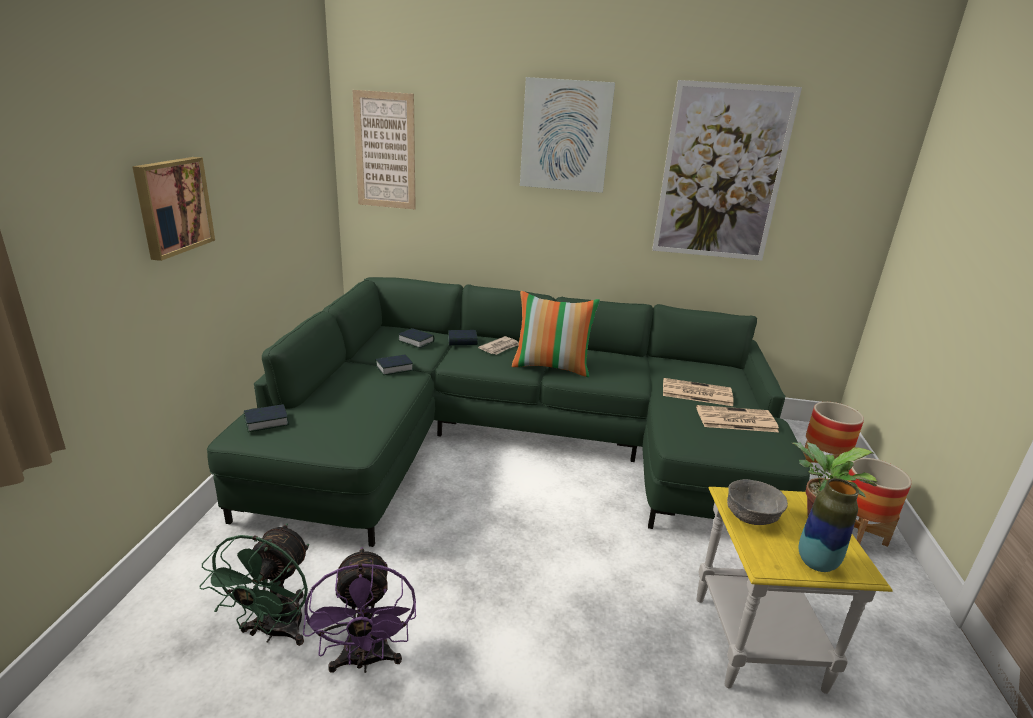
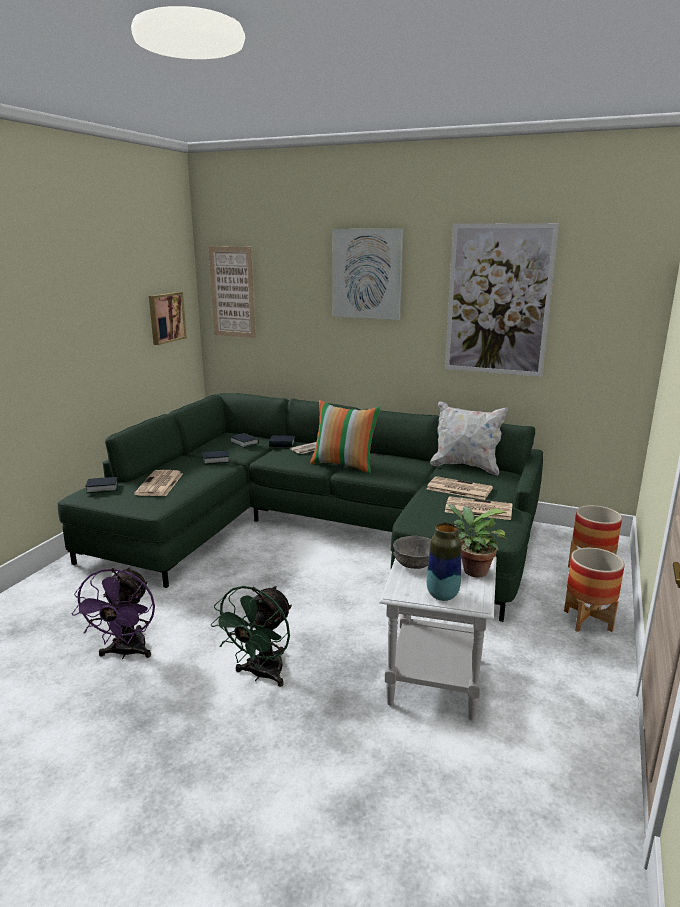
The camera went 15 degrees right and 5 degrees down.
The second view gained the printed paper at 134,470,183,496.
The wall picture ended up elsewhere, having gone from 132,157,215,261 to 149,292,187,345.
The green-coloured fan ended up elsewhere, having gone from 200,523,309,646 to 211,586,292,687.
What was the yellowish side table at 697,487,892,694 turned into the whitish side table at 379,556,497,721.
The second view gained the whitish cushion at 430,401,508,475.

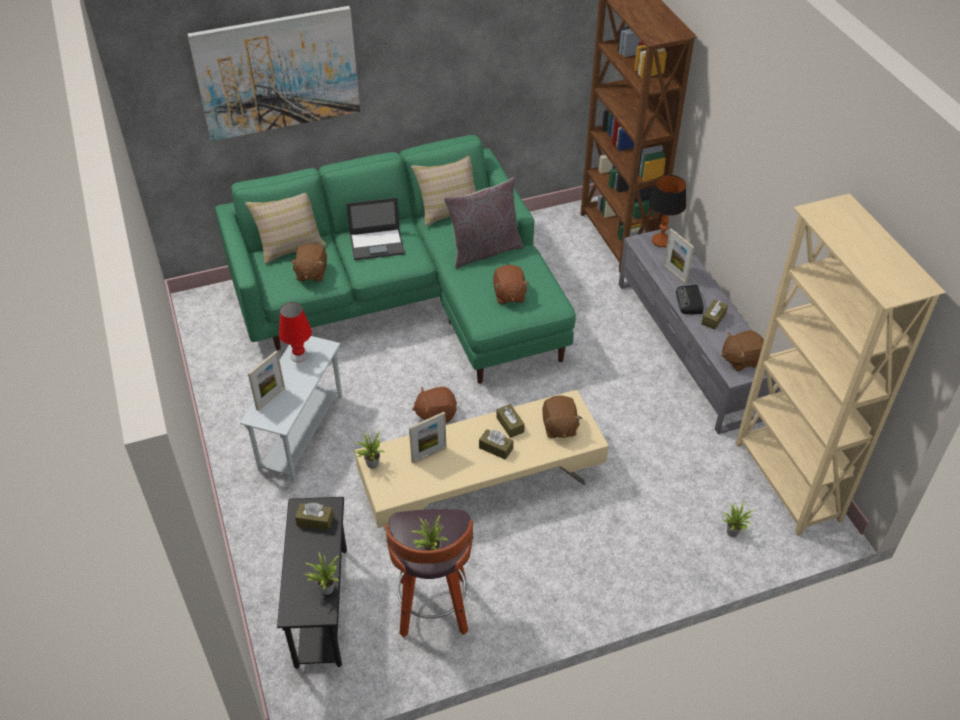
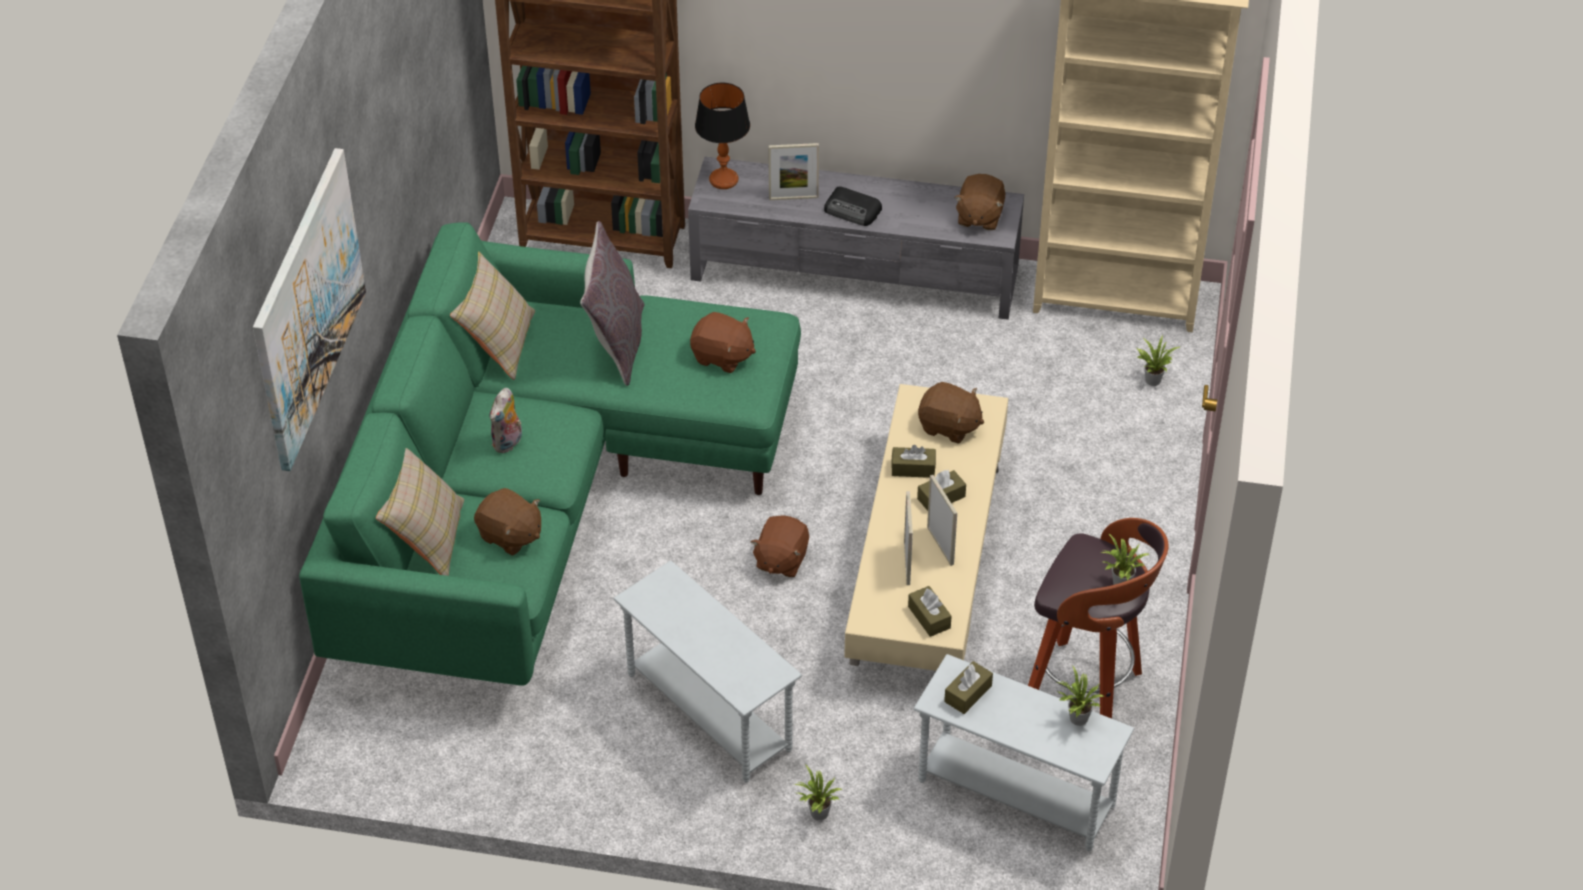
The camera went 60 degrees left and 0 degrees up.
Where the notebook computer stood at 346,197,405,261, the cuddly toy came to stand at 489,388,522,453.
The potted plant ended up elsewhere, having gone from 353,430,385,469 to 794,764,843,821.
The brown box of tissues ended up elsewhere, having gone from 701,300,728,330 to 908,586,951,637.
What was the black-coloured side table at 277,497,347,669 turned into the whitish side table at 914,654,1134,851.
The photo frame ended up elsewhere, having gone from 248,351,285,411 to 927,475,957,566.
The second view lost the red-coloured tabletop lamp at 279,302,312,363.

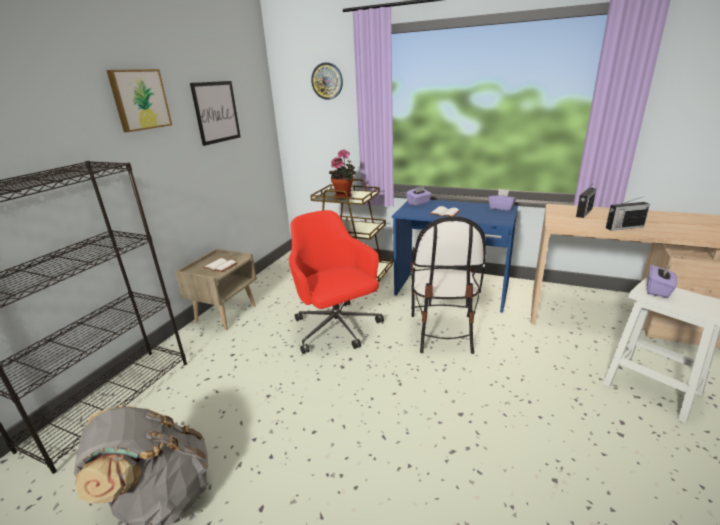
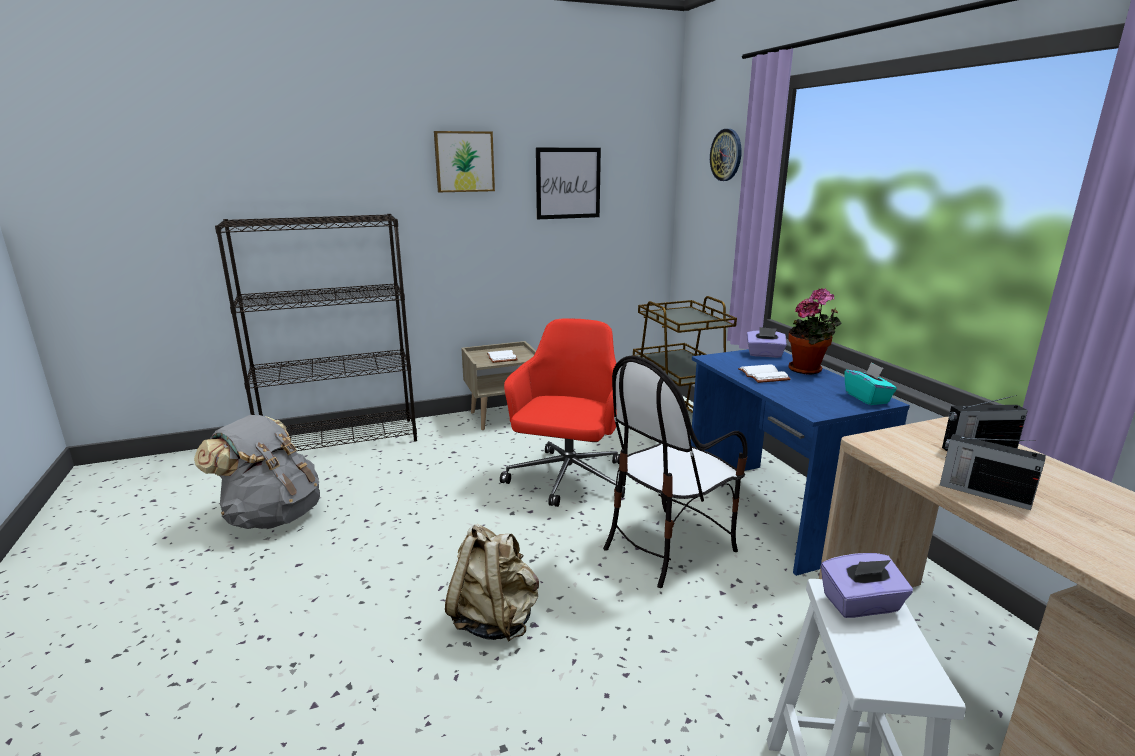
The camera went 45 degrees right and 5 degrees down.
The second view gained the sand-coloured knapsack at 445,524,539,641.
The potted plant ended up elsewhere, having gone from 329,150,356,199 to 788,288,842,375.
What was the purple box of tissues at 488,189,516,211 turned into the turquoise-coloured box of tissues at 844,362,897,405.

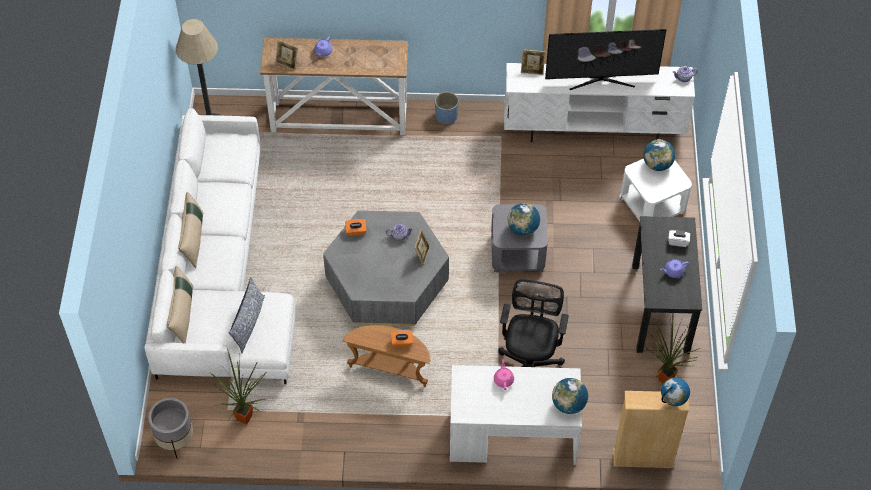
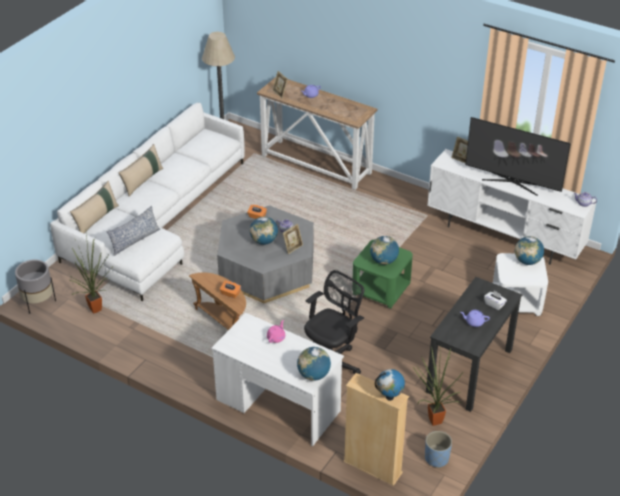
The camera went 30 degrees right and 15 degrees down.
The second view gained the world globe at 250,216,278,245.
What was the gray side table at 491,204,548,272 turned into the green-coloured side table at 352,240,413,309.
The blue-coloured plant pot ended up elsewhere, having gone from 435,92,459,124 to 425,431,452,468.

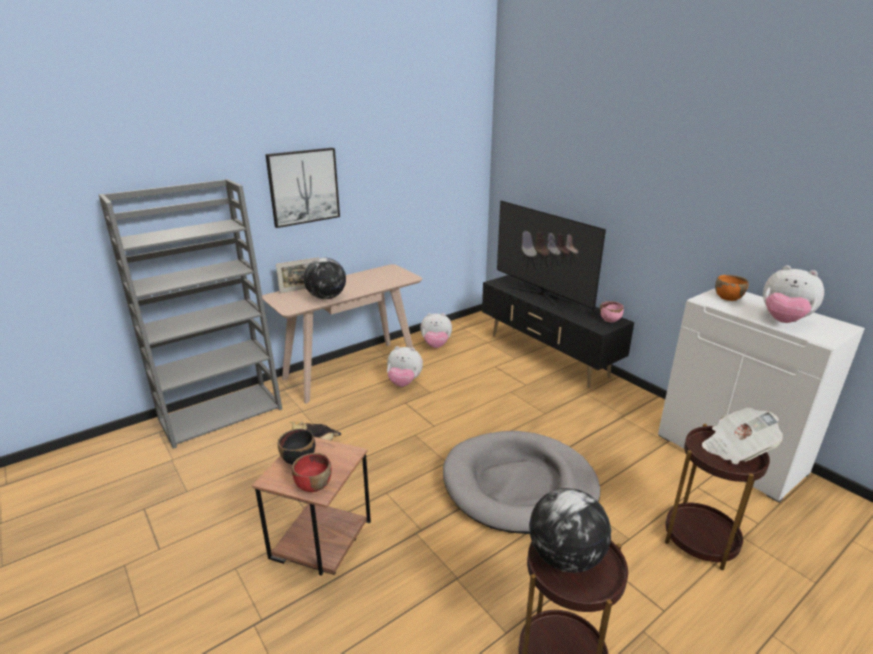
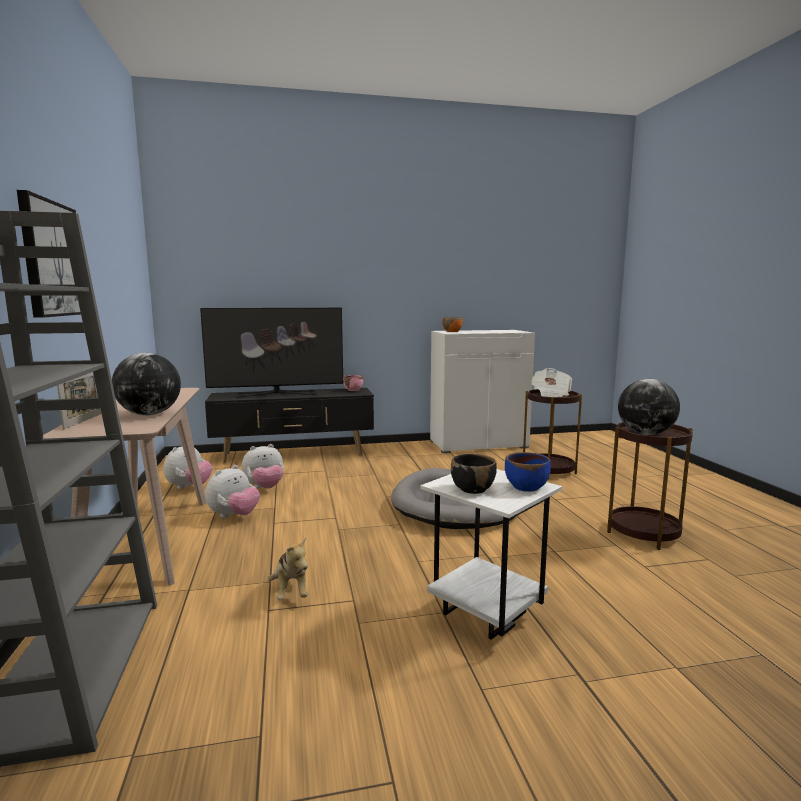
The camera went 65 degrees left and 15 degrees down.
The cuddly toy ended up elsewhere, having gone from 763,265,824,323 to 242,444,284,488.
What was the brown side table at 252,437,371,576 turned into the whitish side table at 421,469,562,640.
What was the red-coloured serving bowl at 292,453,332,492 turned into the blue-coloured serving bowl at 505,452,551,492.

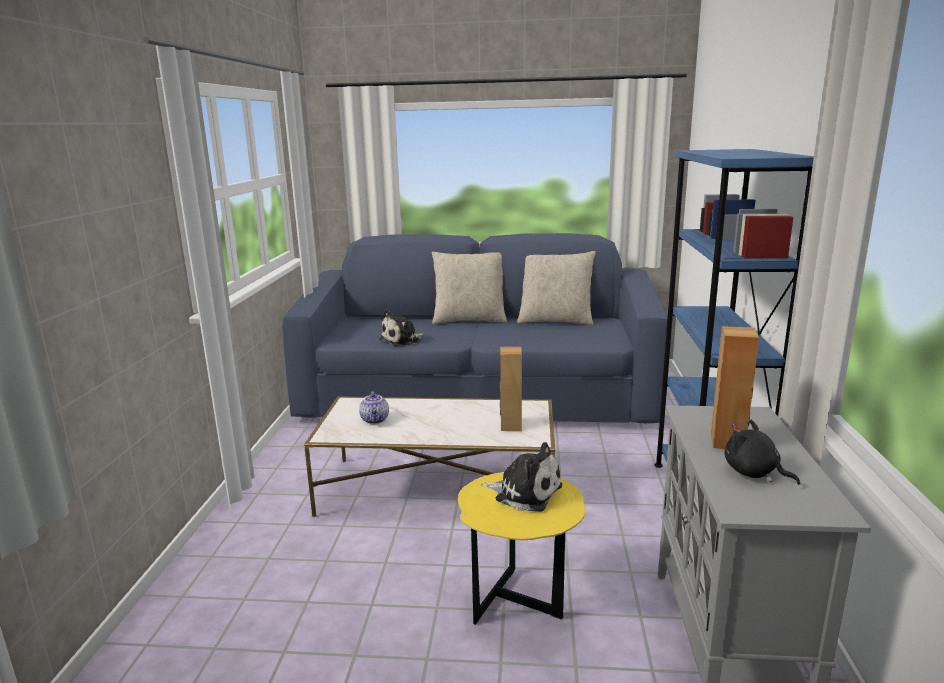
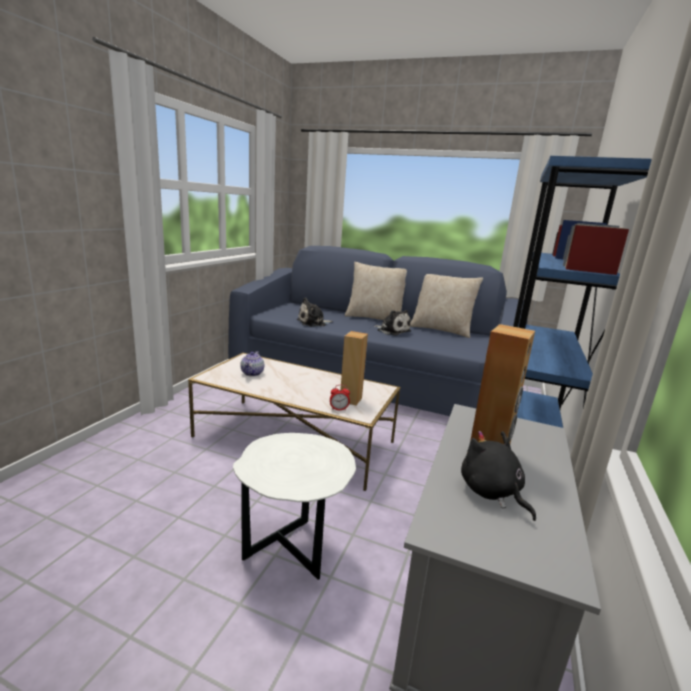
The camera went 15 degrees right and 0 degrees up.
What was the yellowish side table at 458,472,585,625 turned into the whitish side table at 233,433,356,580.
The second view gained the alarm clock at 330,385,350,411.
The cuddly toy ended up elsewhere, having gone from 480,442,562,512 to 374,310,411,336.

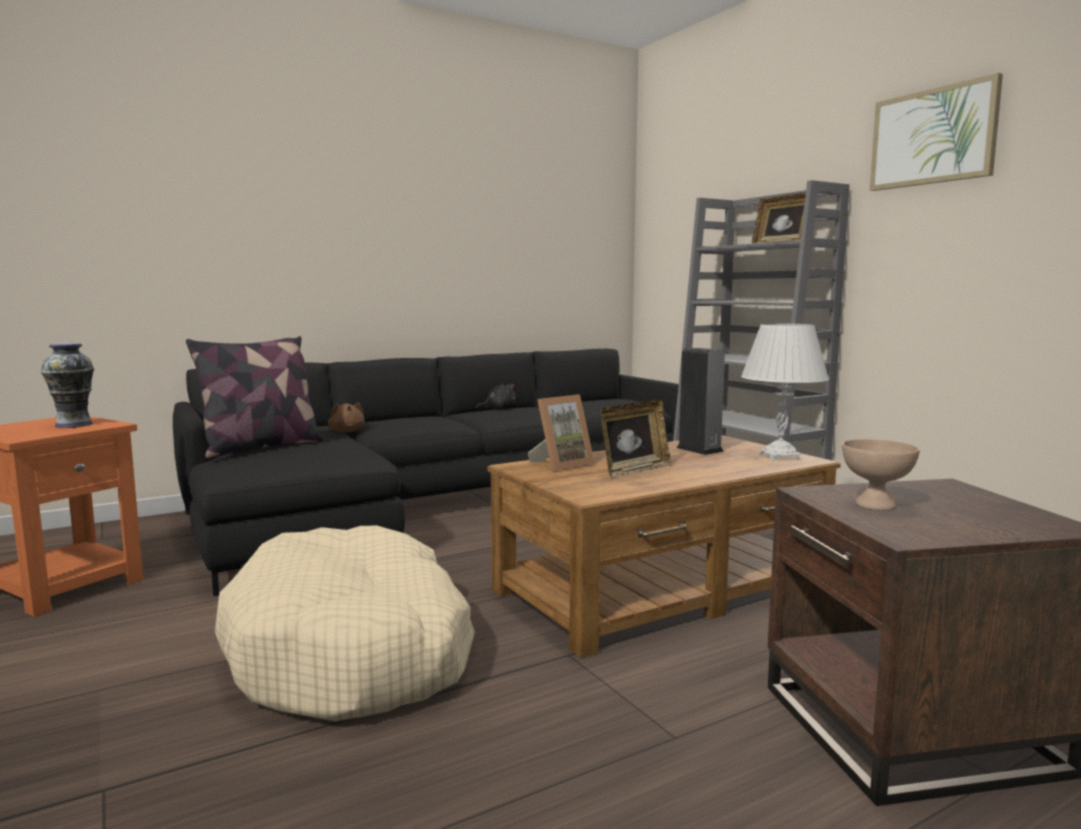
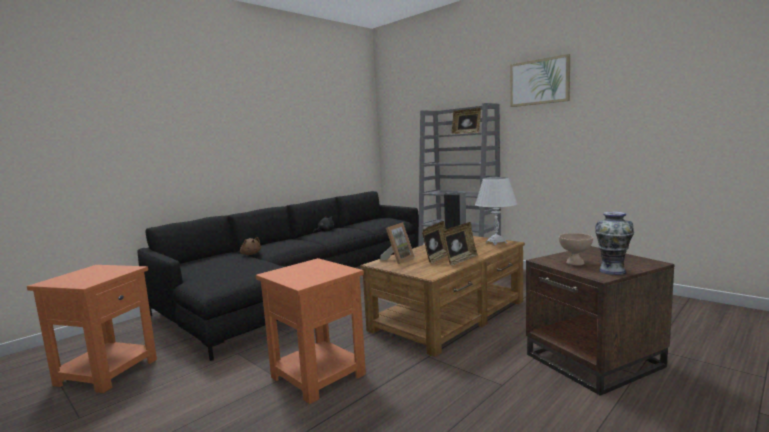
The camera went 15 degrees left and 0 degrees up.
Where the sand-coloured dog cushion stood at 215,526,475,721, the orange side table came to stand at 256,258,366,404.
The second view gained the photo frame at 443,222,478,265.
The vase ended up elsewhere, having gone from 41,343,94,428 to 595,211,634,275.
The second view lost the cushion at 186,336,324,458.

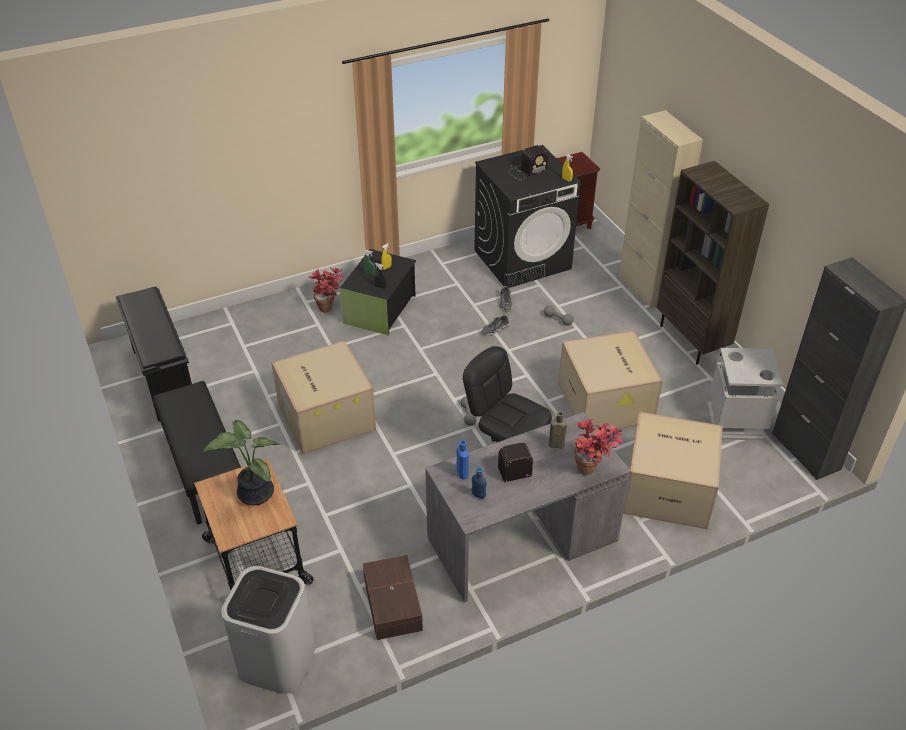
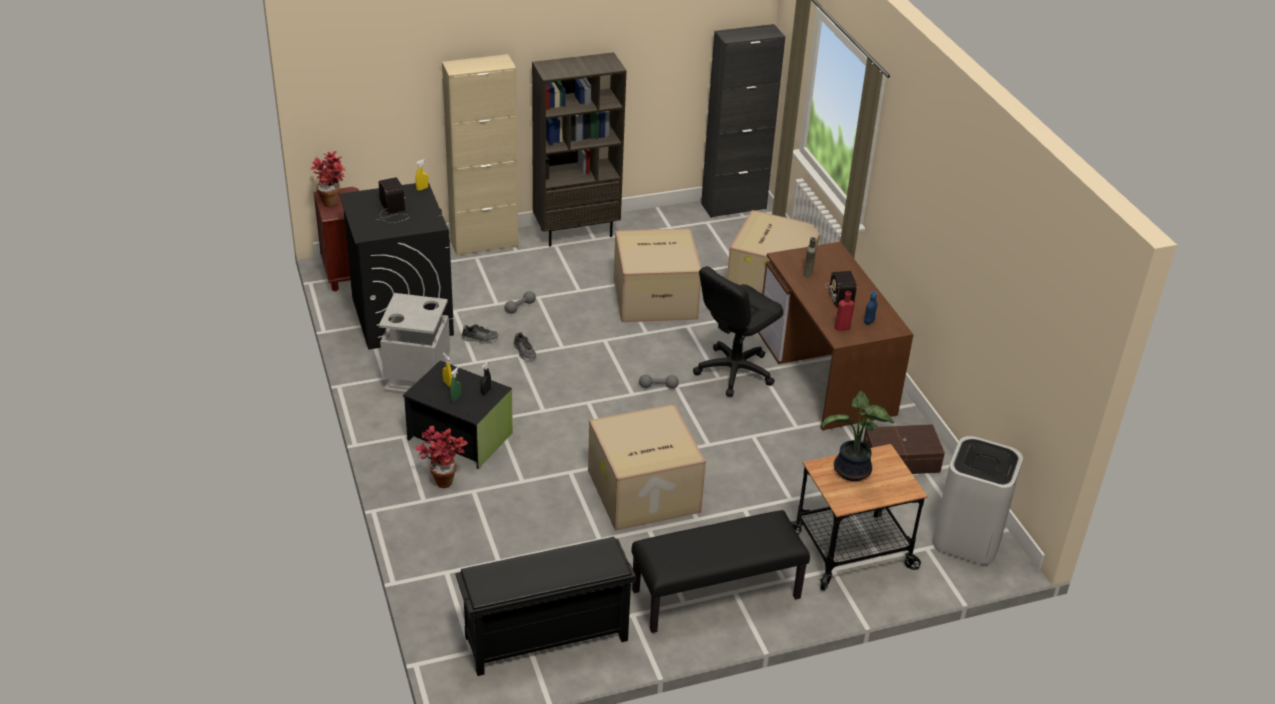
The camera went 85 degrees left and 5 degrees down.
The potted plant ended up elsewhere, having gone from 574,419,623,475 to 310,151,346,207.
The gray rubbish bin ended up elsewhere, having gone from 707,348,783,440 to 379,293,451,394.
What was the gray desk unit at 425,412,631,603 turned into the brown desk unit at 758,242,914,430.
What was the blue-coloured beverage bottle at 457,440,469,480 turned into the red-coloured beverage bottle at 835,291,854,331.

